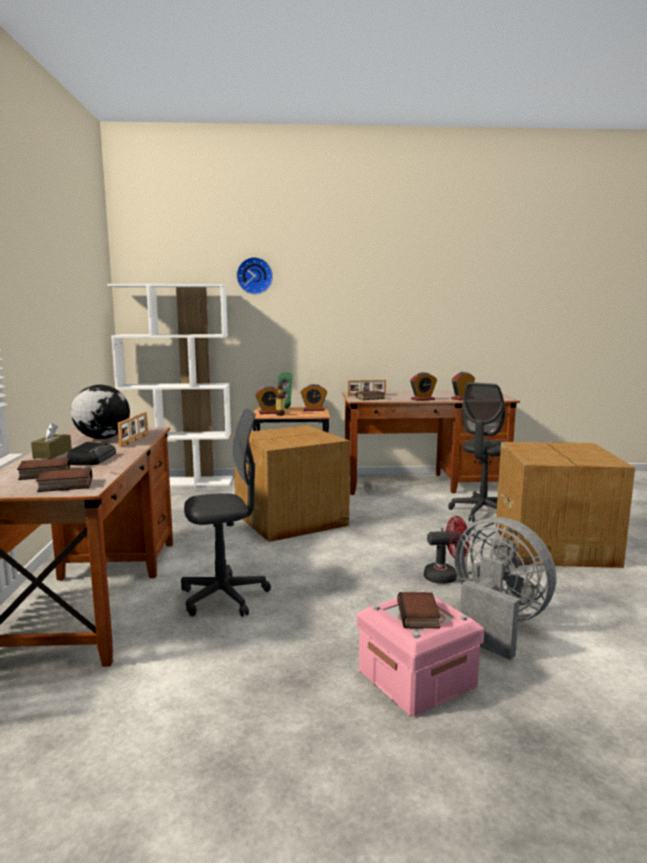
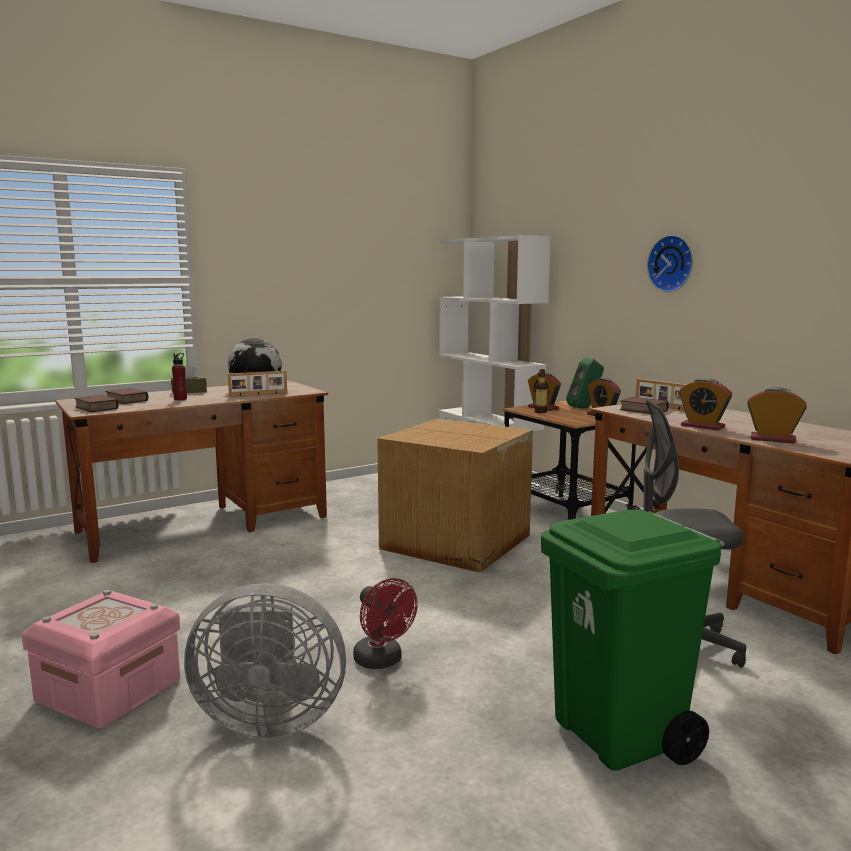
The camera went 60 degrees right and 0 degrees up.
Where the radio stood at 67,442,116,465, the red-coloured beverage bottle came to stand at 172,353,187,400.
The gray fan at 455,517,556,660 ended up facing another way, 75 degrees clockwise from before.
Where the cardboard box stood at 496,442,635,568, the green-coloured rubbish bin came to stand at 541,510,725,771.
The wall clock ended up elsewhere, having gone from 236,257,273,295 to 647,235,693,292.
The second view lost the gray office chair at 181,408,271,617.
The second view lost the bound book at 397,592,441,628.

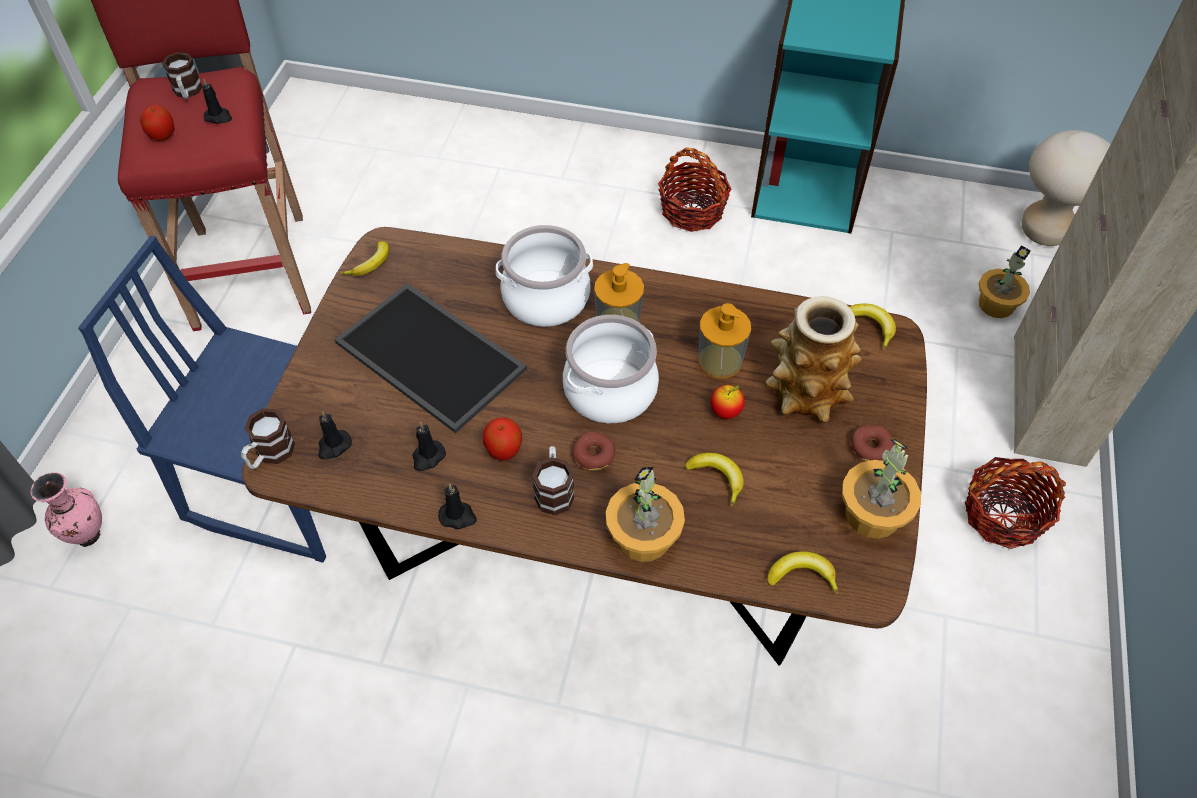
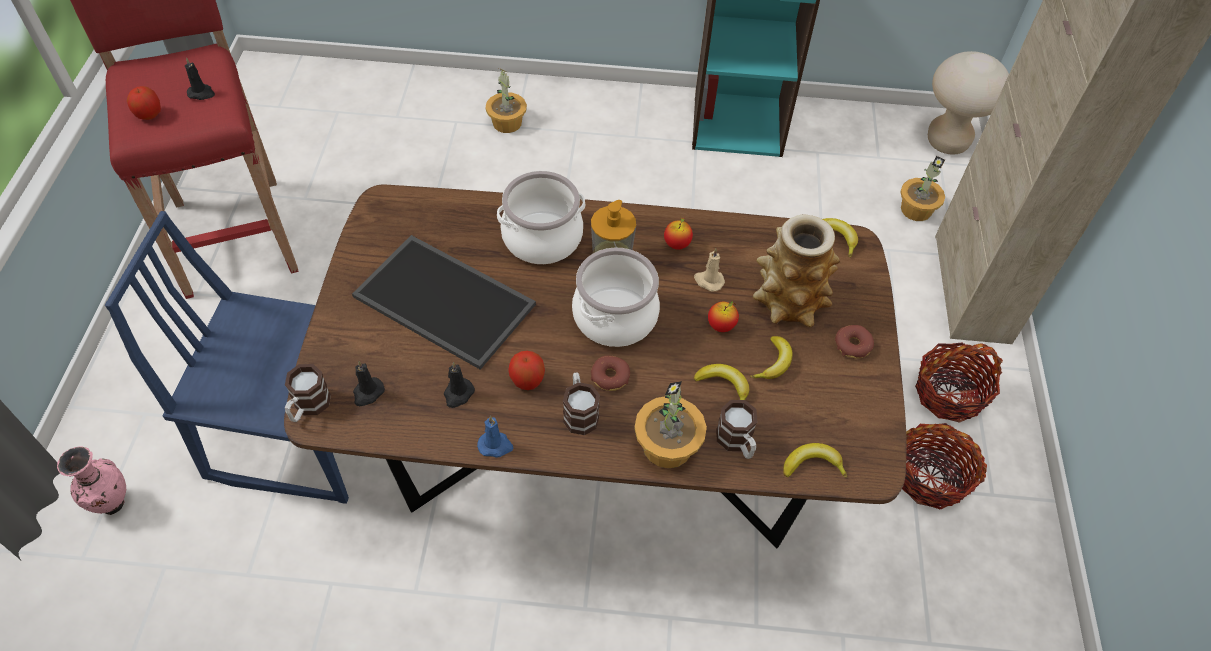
The camera went 10 degrees left and 0 degrees up.
What was the black-coloured candle at 438,483,477,529 turned into the blue-coloured candle at 477,416,513,458.
The potted plant ended up elsewhere, having gone from 842,438,921,539 to 486,68,527,133.
The second view gained the apple fruit at 664,218,693,249.
Where the soap bottle stood at 699,303,751,378, the sand-coloured candle came to stand at 694,248,725,292.
The tea mug ended up elsewhere, having gone from 162,52,202,99 to 716,400,757,459.
The banana ended up elsewhere, having gone from 341,241,389,276 to 750,336,793,379.
The storage basket ended up elsewhere, having gone from 658,148,732,232 to 902,423,987,510.

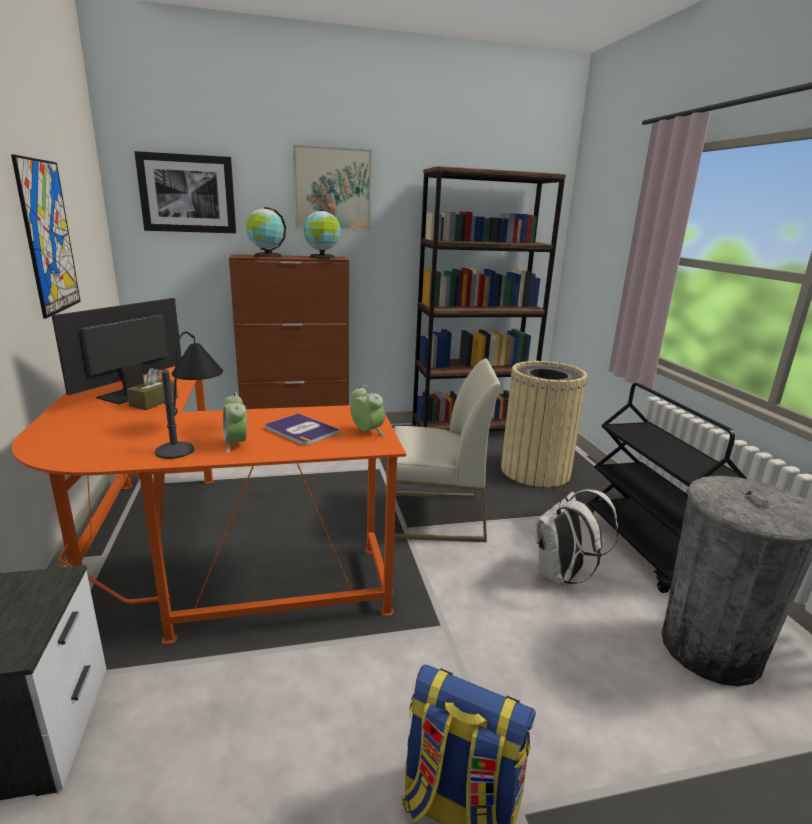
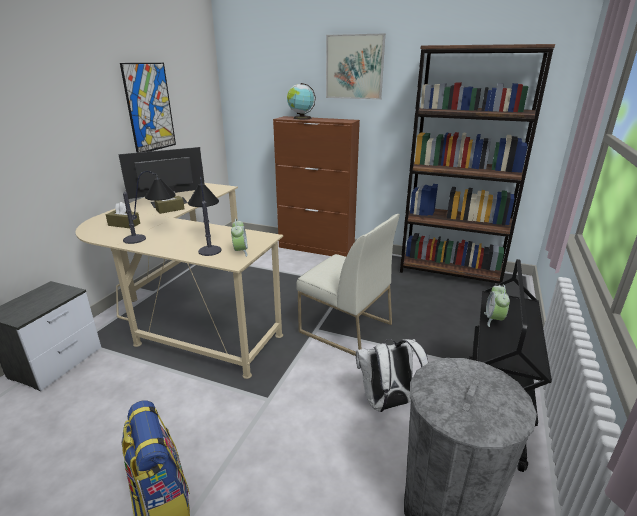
The camera went 35 degrees right and 5 degrees up.
What was the orange desk unit at 12,366,406,645 turned into the sand-coloured desk unit at 76,183,283,379.
The second view gained the brown box of tissues at 106,202,140,228.
Where the bound book stood at 266,413,340,445, the tabletop lamp came to stand at 188,177,221,256.
The alarm clock ended up elsewhere, having gone from 223,392,247,453 to 484,285,510,327.
The second view lost the wall picture at 134,151,236,233.
The second view lost the world globe at 304,209,341,259.
The second view lost the sand-coloured rubbish bin at 501,361,587,487.

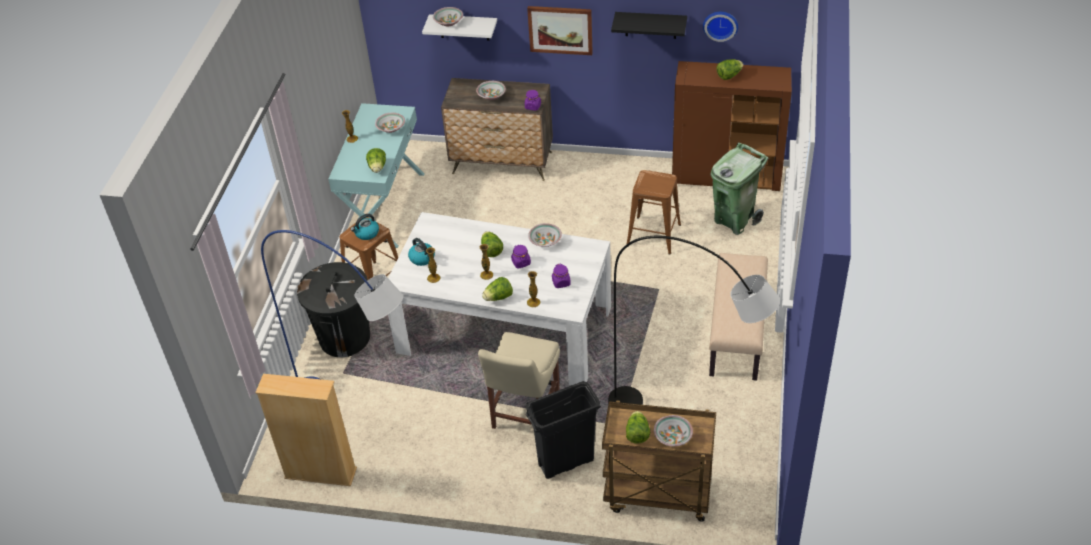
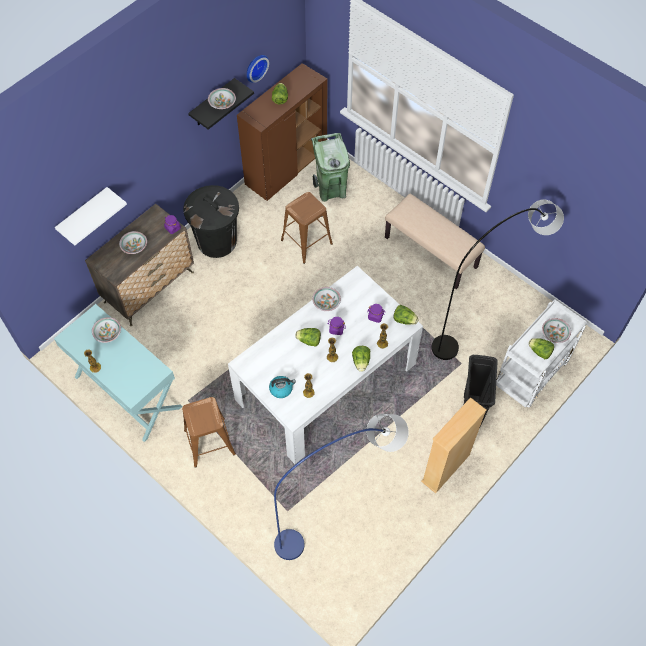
The camera went 60 degrees left and 15 degrees up.
The black-coloured rubbish bin ended up elsewhere, having gone from 297,262,370,357 to 183,185,239,258.
The serving bowl ended up elsewhere, having gone from 433,7,463,27 to 208,88,236,109.
The lettuce head ended up elsewhere, having gone from 366,148,386,173 to 393,305,419,325.
The sand-coloured bookcase ended up elsewhere, having gone from 255,374,357,486 to 421,397,486,493.
What was the brown cart at 602,400,716,522 turned into the whitish cart at 496,299,587,408.
The second view lost the water kettle at 351,214,379,240.
The second view lost the sand-coloured chair at 478,332,560,429.
The second view lost the wall picture at 527,6,593,55.

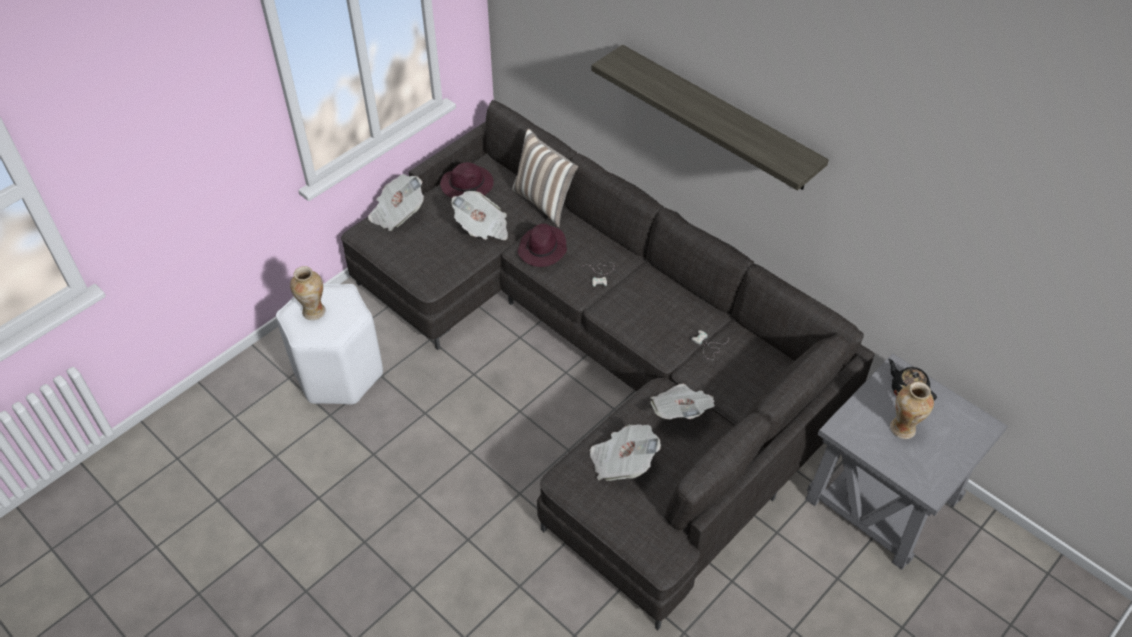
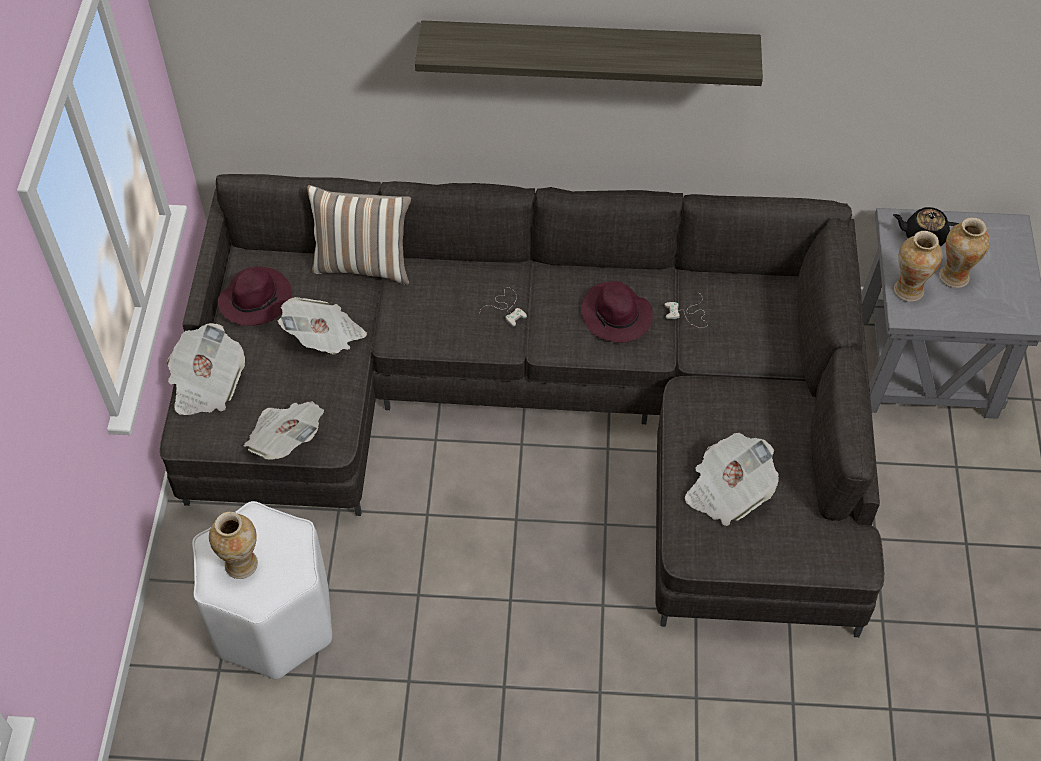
The camera went 40 degrees left and 5 degrees up.
The printed paper ended up elsewhere, having gone from 650,384,715,419 to 244,401,324,460.
The purple wearable hat ended up elsewhere, having gone from 518,224,567,267 to 581,281,653,343.
The second view gained the vase at 894,231,942,302.

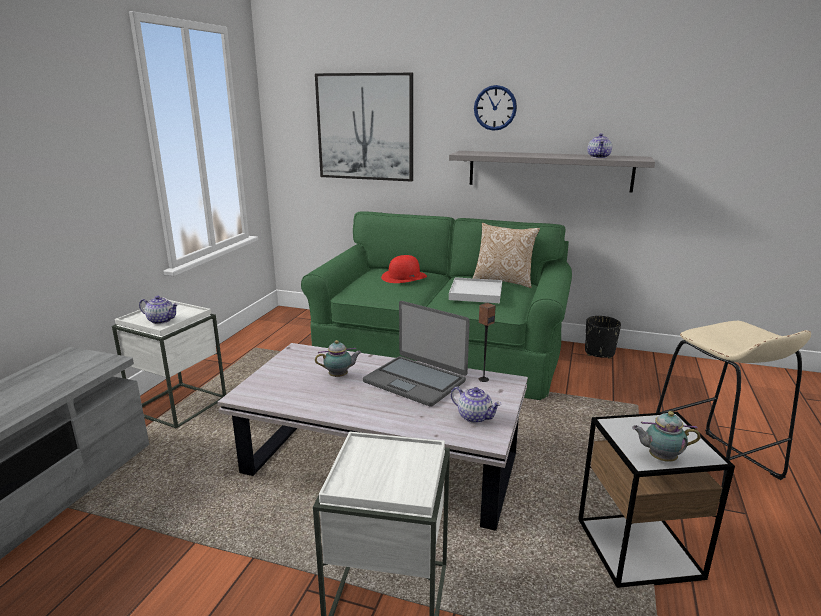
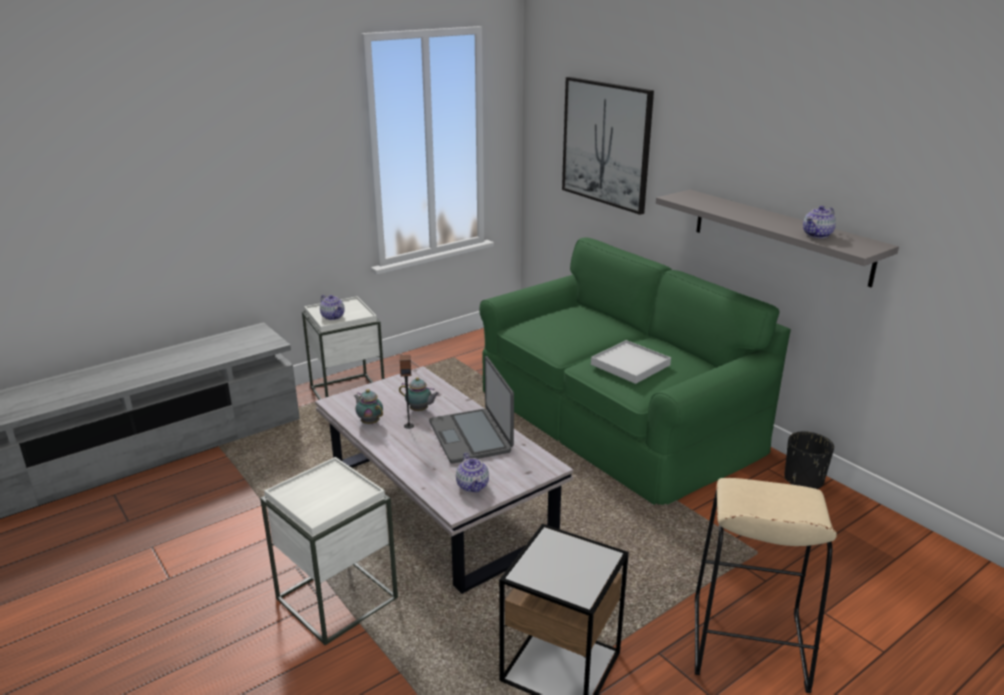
The camera went 35 degrees right and 5 degrees up.
The tea pot ended up elsewhere, having gone from 632,411,701,462 to 354,389,383,424.
The speaker ended up elsewhere, having gone from 479,303,496,382 to 400,355,414,429.
The second view lost the red-coloured wearable hat at 381,255,427,283.
The second view lost the cushion at 473,223,540,288.
The second view lost the wall clock at 474,85,517,131.

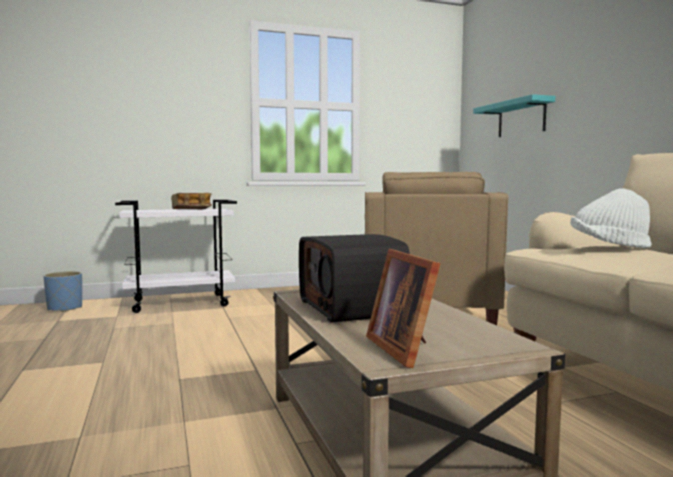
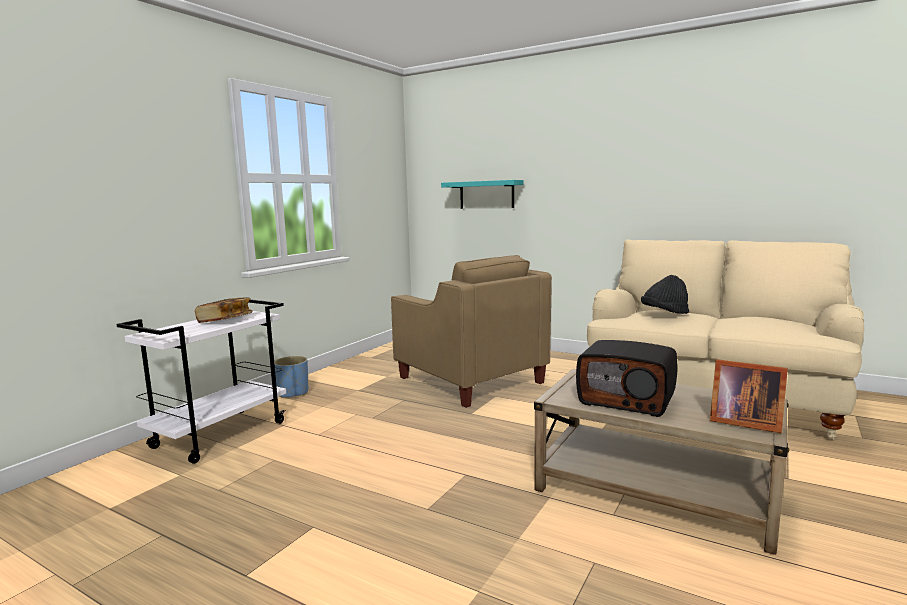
The camera went 40 degrees left and 5 degrees up.
The blue-coloured plant pot ended up elsewhere, having gone from 43,271,82,312 to 274,356,309,398.
What was the whitish wearable hat at 570,188,652,249 turned into the black-coloured wearable hat at 641,275,689,314.

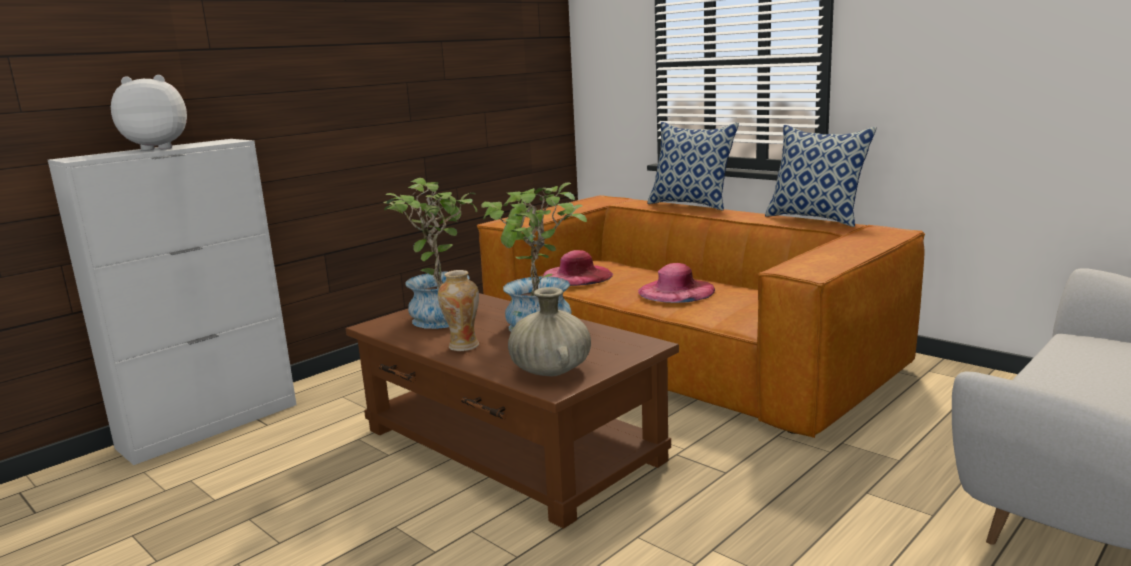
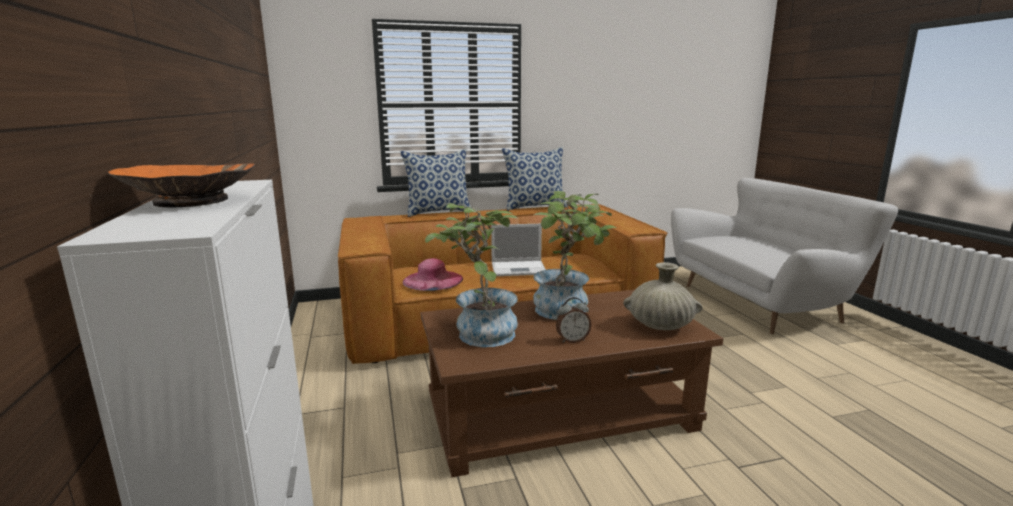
The camera went 60 degrees left and 0 degrees up.
Where the cuddly toy stood at 111,75,187,151, the orange serving bowl came to stand at 108,163,255,207.
Where the pink wearable hat stood at 638,263,715,303, the notebook computer came to stand at 491,224,546,276.
Where the vase stood at 438,270,479,351, the alarm clock came to stand at 556,297,591,343.

